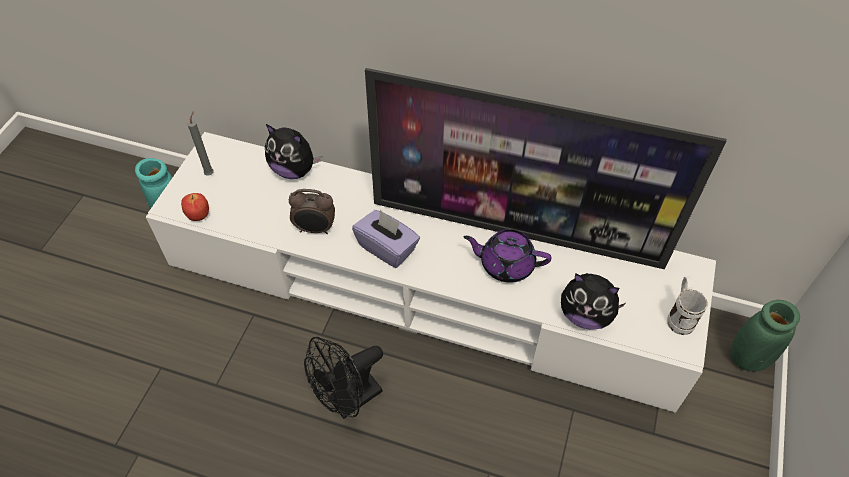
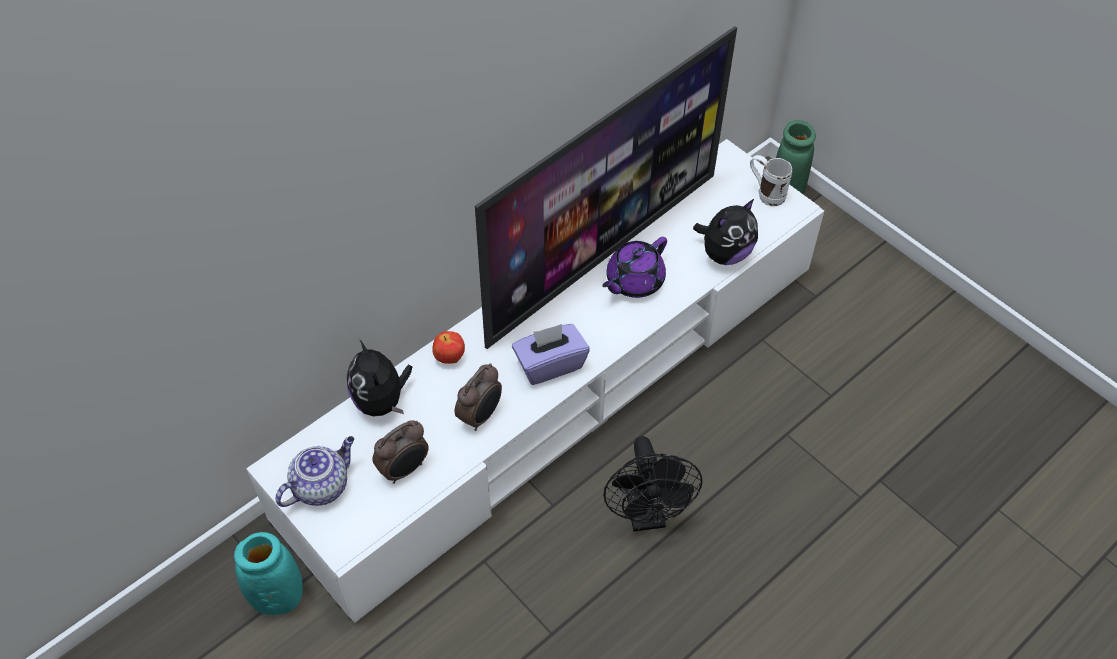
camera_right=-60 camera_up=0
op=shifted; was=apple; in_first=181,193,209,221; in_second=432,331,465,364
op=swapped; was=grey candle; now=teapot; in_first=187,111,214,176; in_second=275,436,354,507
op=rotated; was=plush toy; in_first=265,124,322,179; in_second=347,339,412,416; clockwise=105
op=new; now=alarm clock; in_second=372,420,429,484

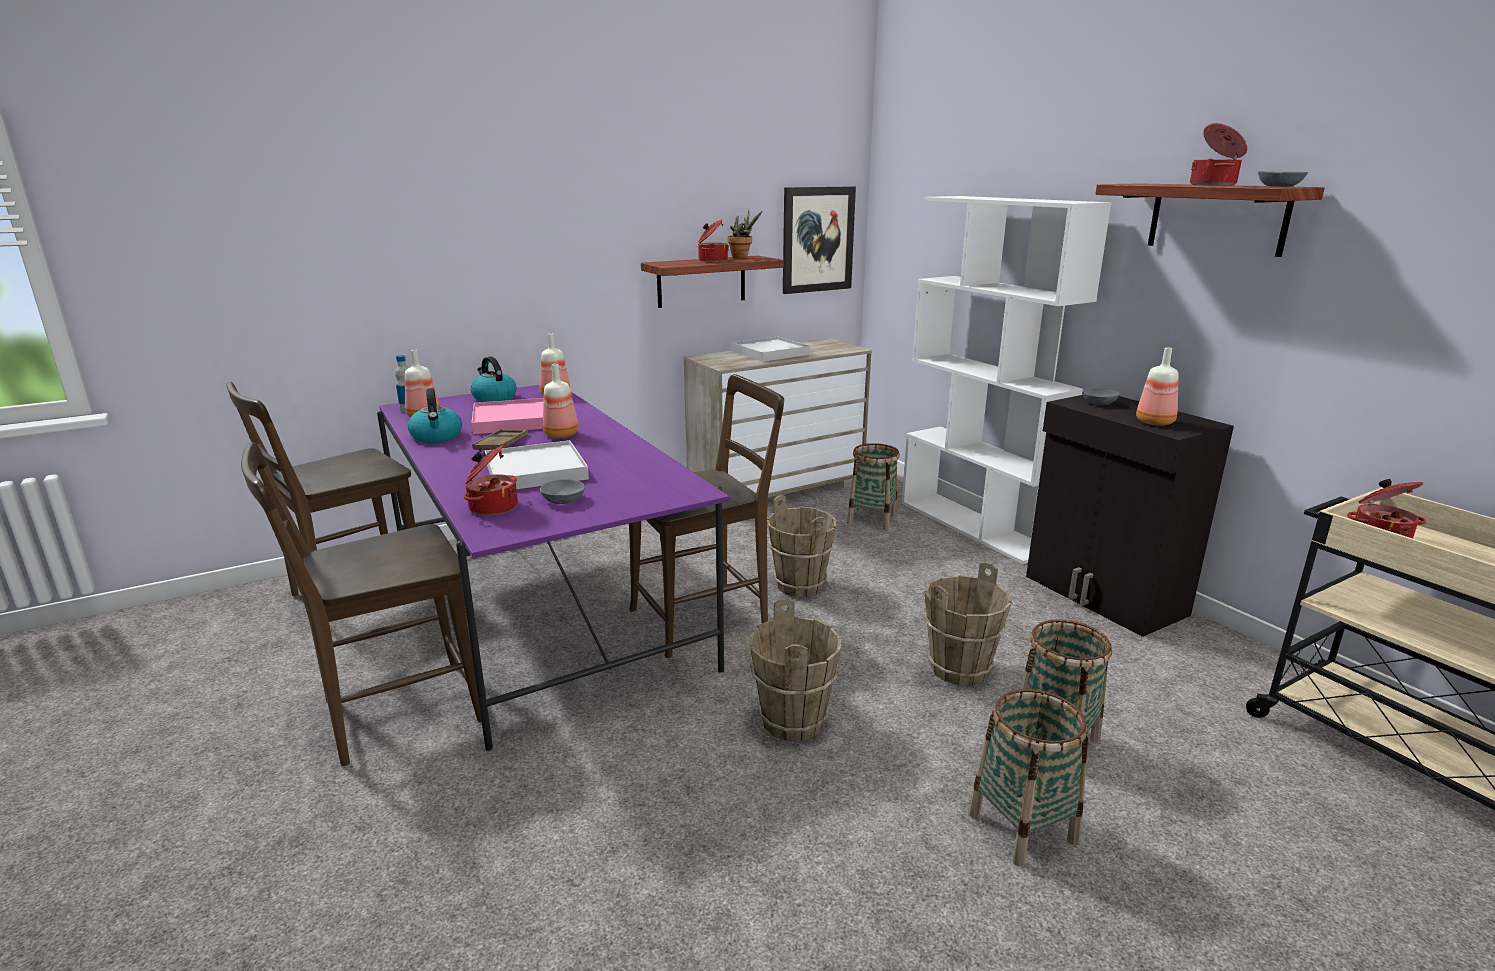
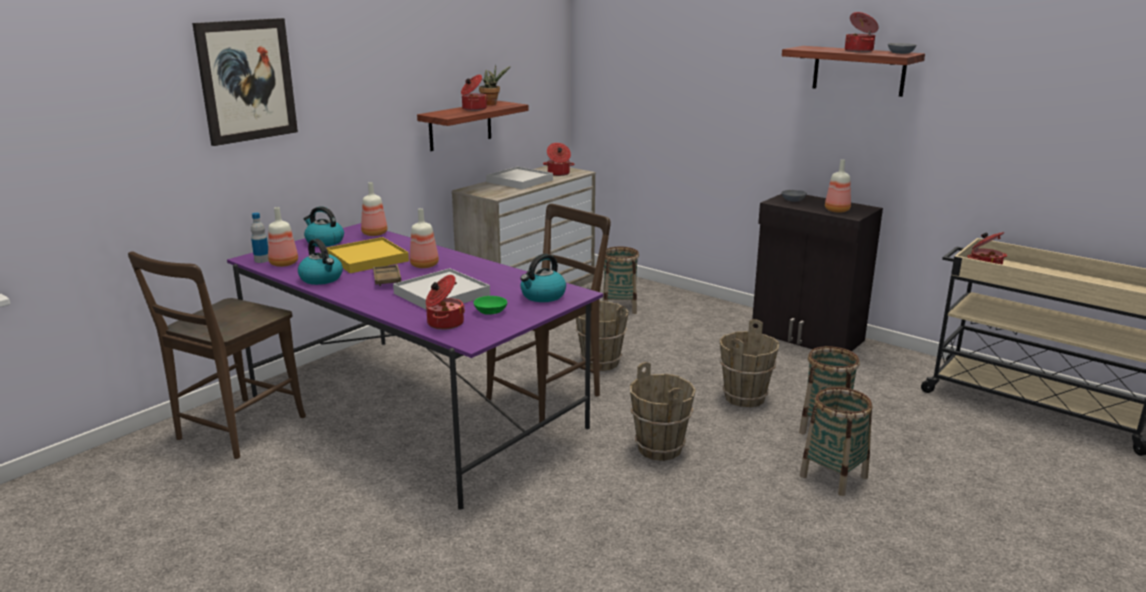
camera_right=-20 camera_up=0
op=gone; was=brown chair; in_first=241,443,482,766
op=repainted; was=pink tray; now=yellow tray; in_first=471,398,544,434; in_second=326,237,409,273
op=repainted; was=grey bowl; now=green bowl; in_first=540,479,585,504; in_second=474,296,507,315
op=shifted; was=picture; in_first=783,186,856,294; in_second=192,18,298,146
op=gone; was=white bookcase; in_first=902,196,1112,564
op=new; now=kettle; in_second=520,254,566,302
op=new; now=cooking pot; in_second=543,143,574,176

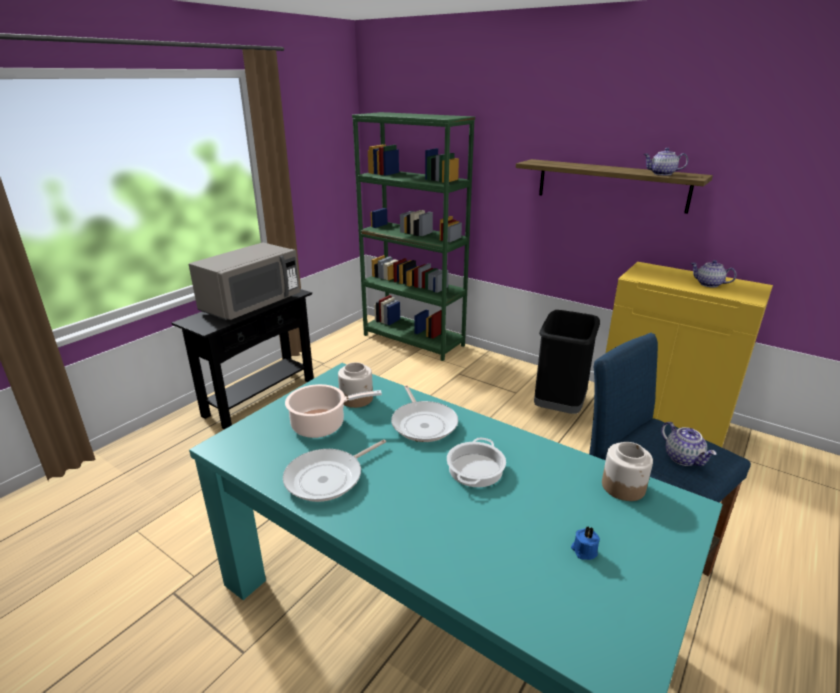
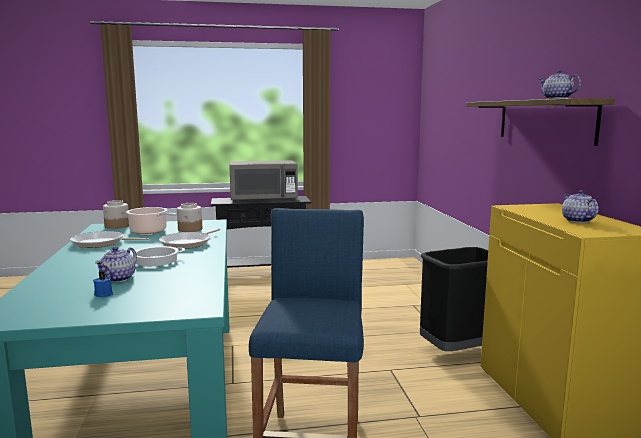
camera_right=45 camera_up=-15
op=gone; was=green bookcase; in_first=352,112,475,361
op=shifted; was=jar; in_first=602,442,653,501; in_second=103,200,129,229
op=shifted; was=teapot; in_first=661,422,717,466; in_second=95,247,137,282

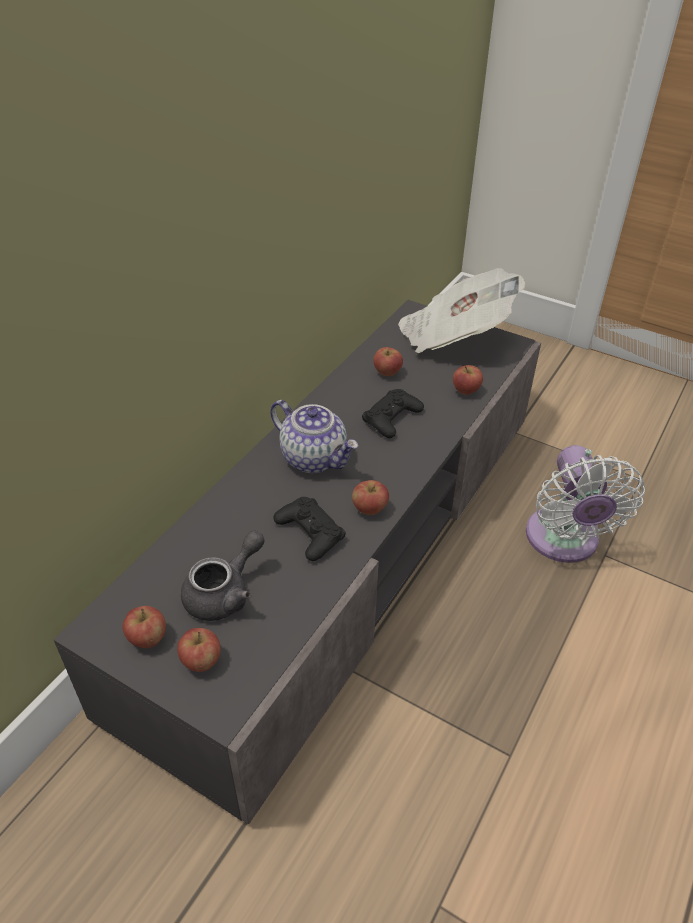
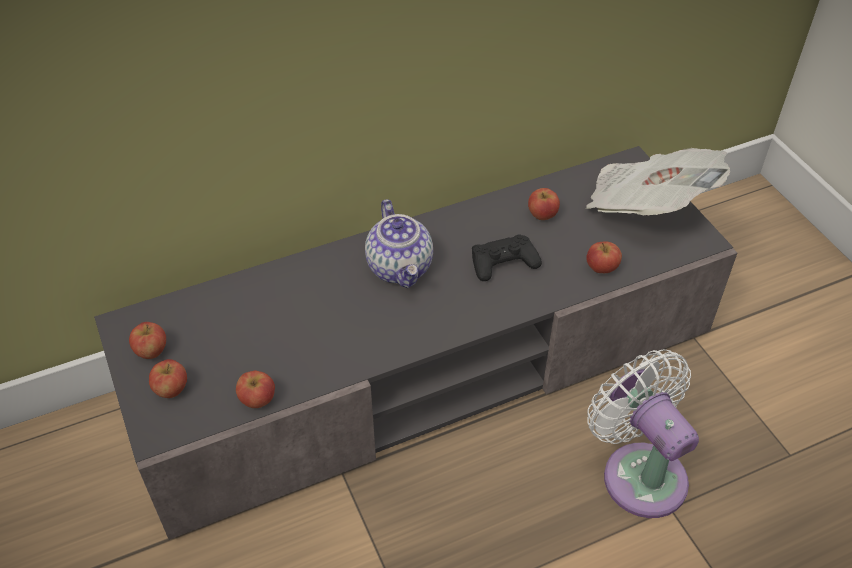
camera_right=35 camera_up=5
op=gone; was=grey teapot; in_first=181,531,265,621
op=gone; was=black game controller; in_first=273,497,346,561
op=shifted; was=apple; in_first=352,480,389,515; in_second=236,371,275,408
op=rotated; was=white fan; in_first=526,445,645,563; in_second=587,349,699,518; clockwise=120

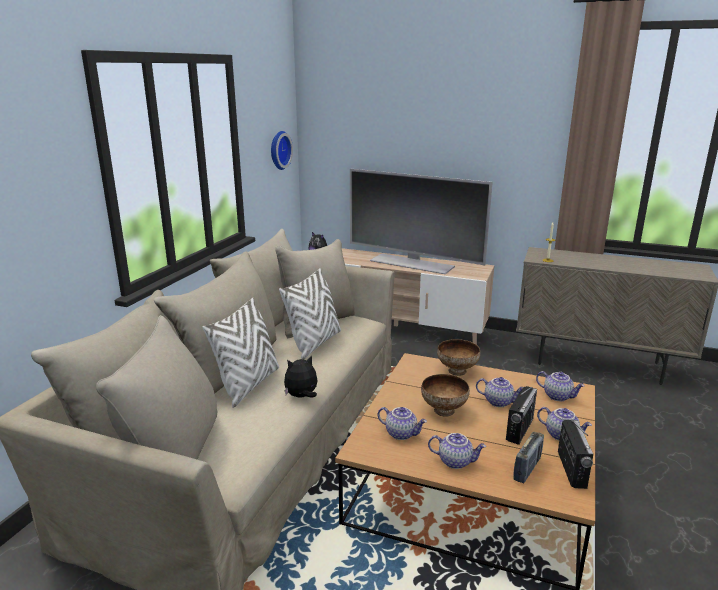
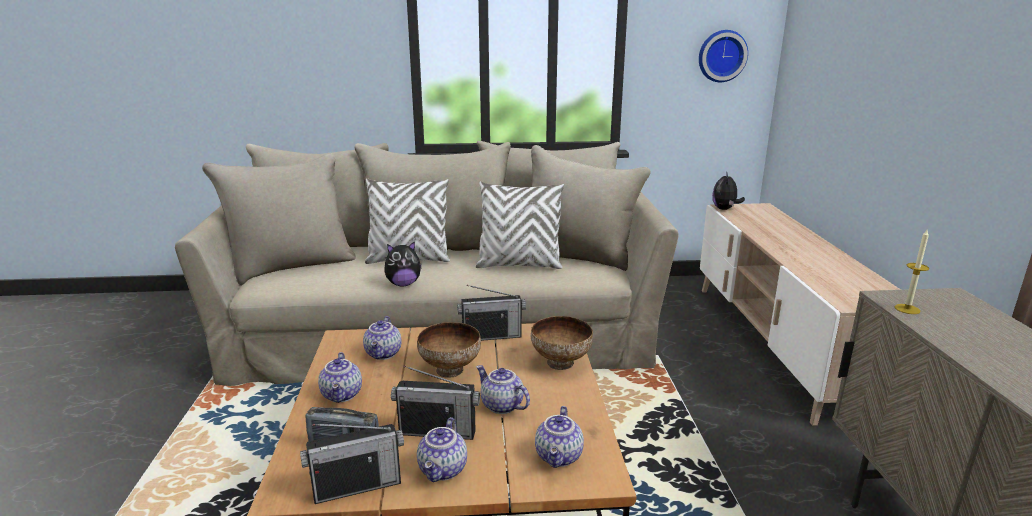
camera_right=65 camera_up=0
op=rotated; was=plush toy; in_first=284,355,317,398; in_second=384,241,422,286; clockwise=120
op=gone; was=television; in_first=350,169,493,274
op=rotated; was=teapot; in_first=476,377,523,407; in_second=476,365,530,414; clockwise=135
op=new; now=radio; in_second=457,285,526,341

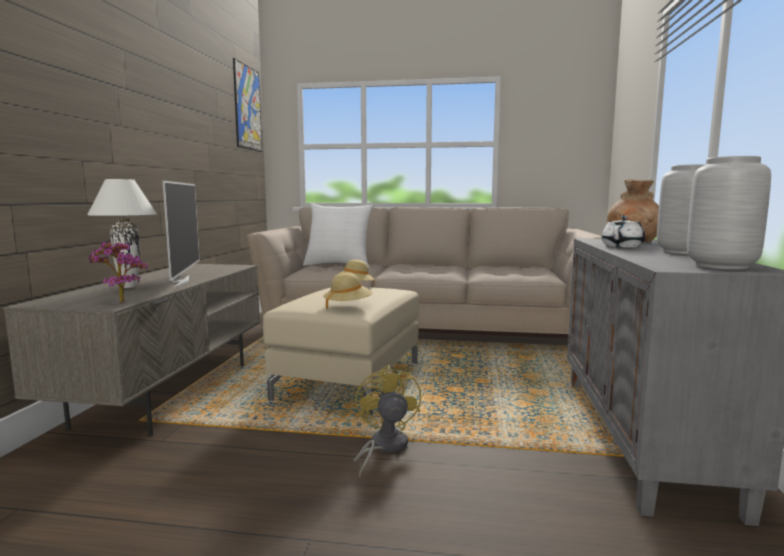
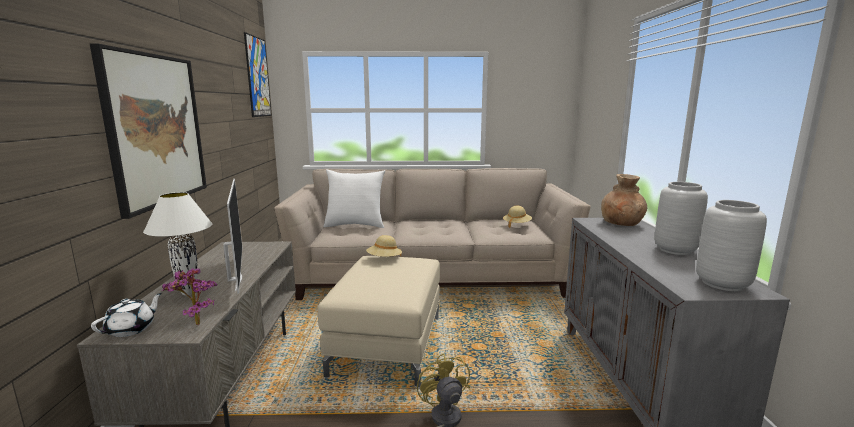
camera_right=-10 camera_up=5
op=shifted; was=beige hat; in_first=323,273,373,309; in_second=503,206,532,228
op=shifted; was=white teapot; in_first=601,215,645,248; in_second=91,293,162,337
op=new; now=picture; in_second=90,43,207,219

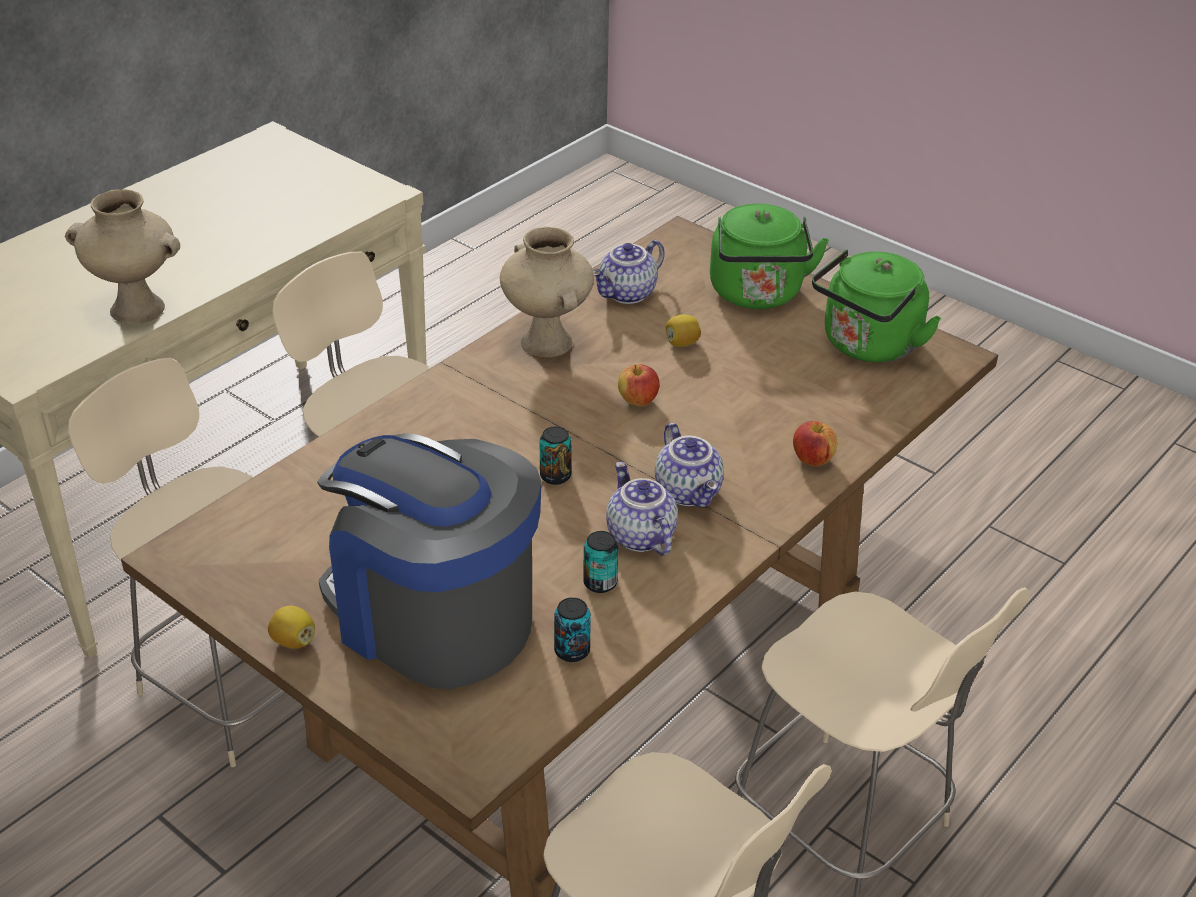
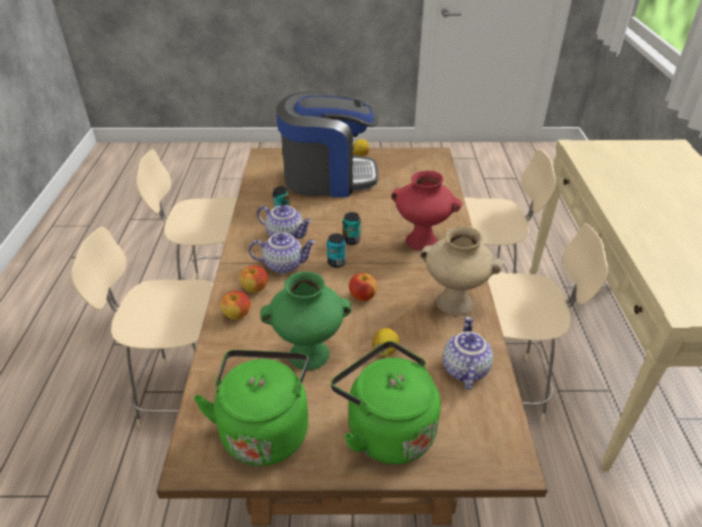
camera_right=140 camera_up=0
op=gone; was=beige vase; in_first=65,189,180,324
op=shifted; was=can; in_first=554,597,591,662; in_second=327,233,346,268
op=rotated; was=teapot; in_first=655,423,724,508; in_second=249,233,316,274; clockwise=150
op=new; now=apple; in_second=239,265,268,292
op=new; now=green vase; in_second=260,272,351,370
op=new; now=red vase; in_second=391,171,462,251

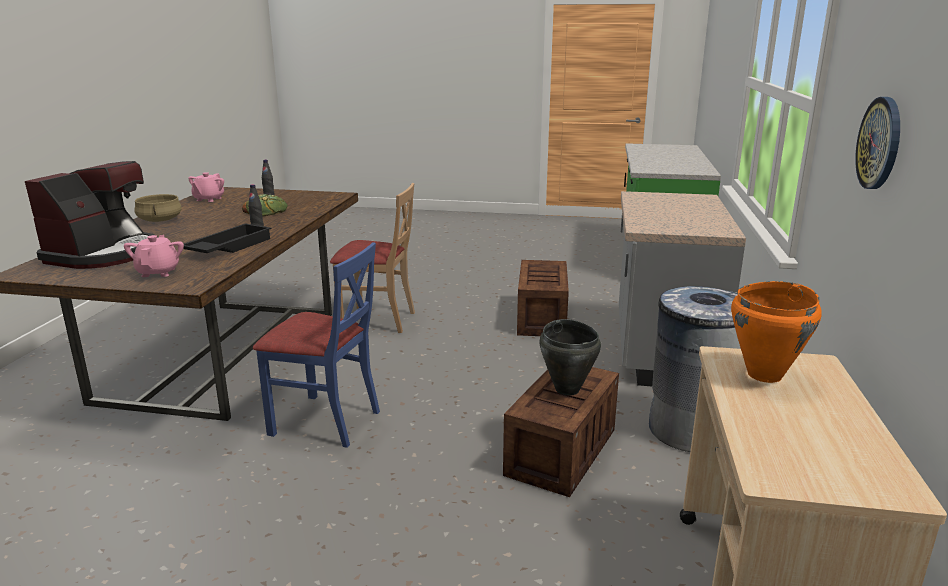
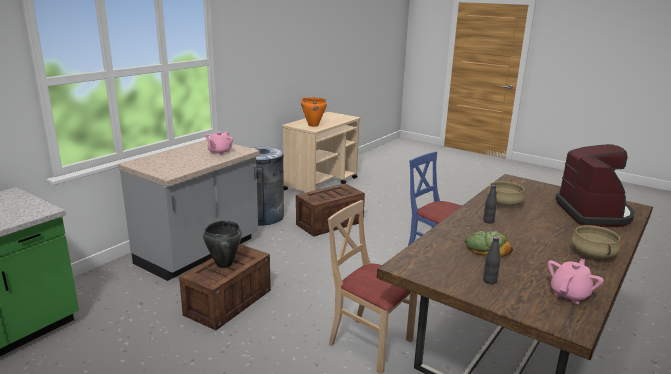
camera_right=-155 camera_up=0
op=rotated; was=coffee machine; in_first=25,161,158,269; in_second=555,144,634,227; clockwise=135
op=shifted; was=pink teapot; in_first=124,235,184,277; in_second=205,132,233,155
op=swapped; was=black tray; now=beige cooking pot; in_first=183,224,272,253; in_second=487,181,525,206
op=shifted; was=black cooking pot; in_first=540,319,601,396; in_second=203,220,242,268
op=gone; was=wall clock; in_first=855,97,900,189

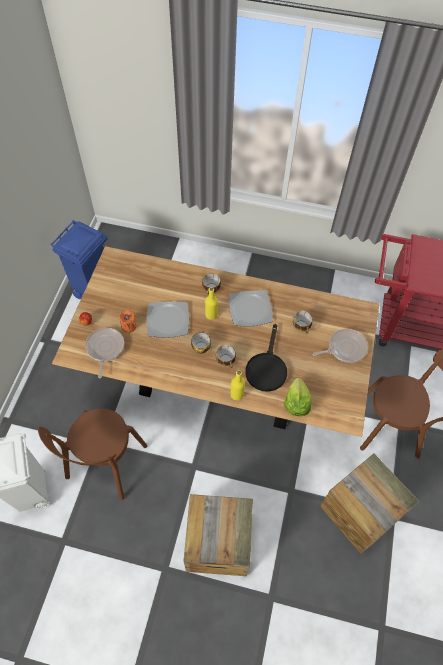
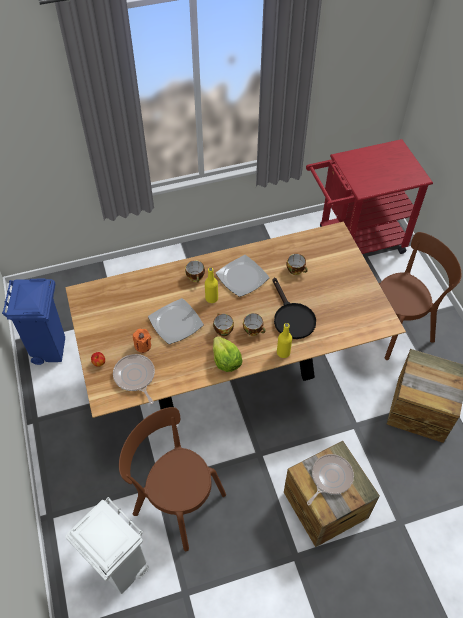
camera_right=-30 camera_up=-5
op=rotated; was=brown chair; in_first=38,408,147,500; in_second=119,407,226,551; clockwise=135
op=shifted; was=lettuce; in_first=284,378,311,416; in_second=213,336,242,372
op=shifted; was=frying pan; in_first=313,329,368,363; in_second=307,454,354,505

